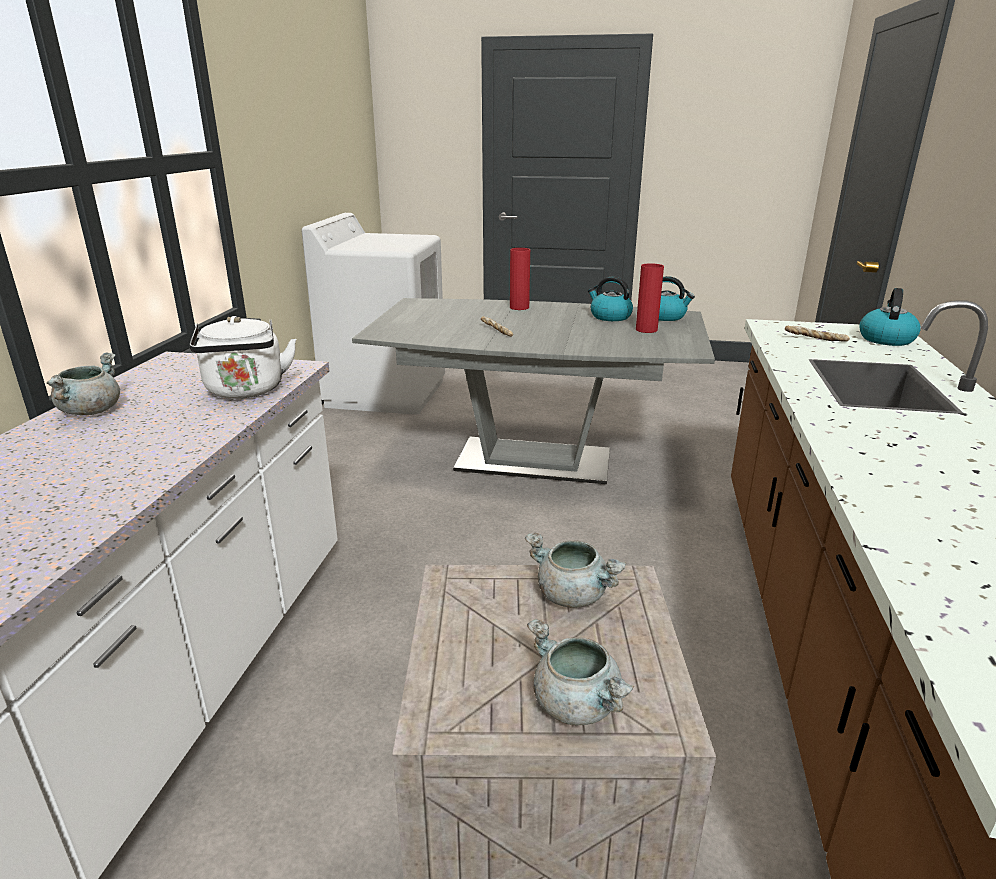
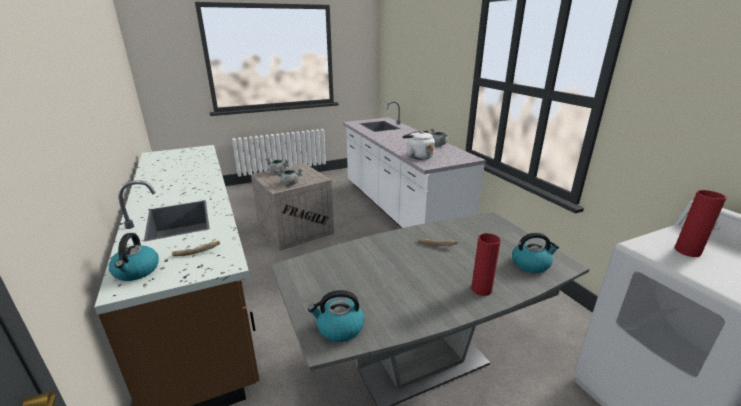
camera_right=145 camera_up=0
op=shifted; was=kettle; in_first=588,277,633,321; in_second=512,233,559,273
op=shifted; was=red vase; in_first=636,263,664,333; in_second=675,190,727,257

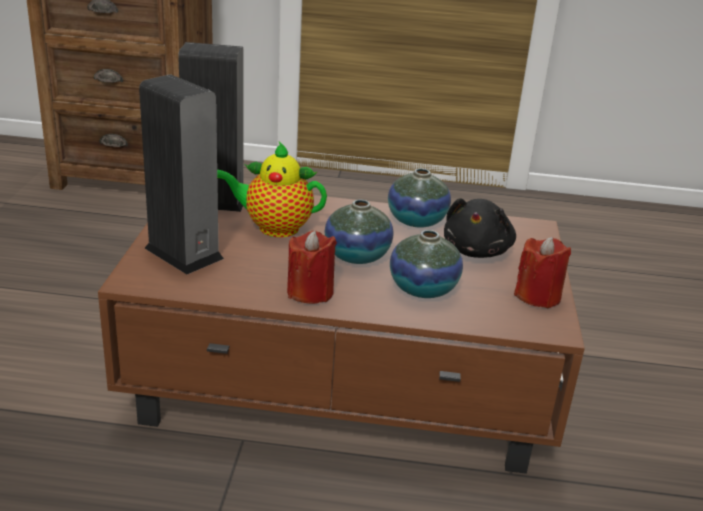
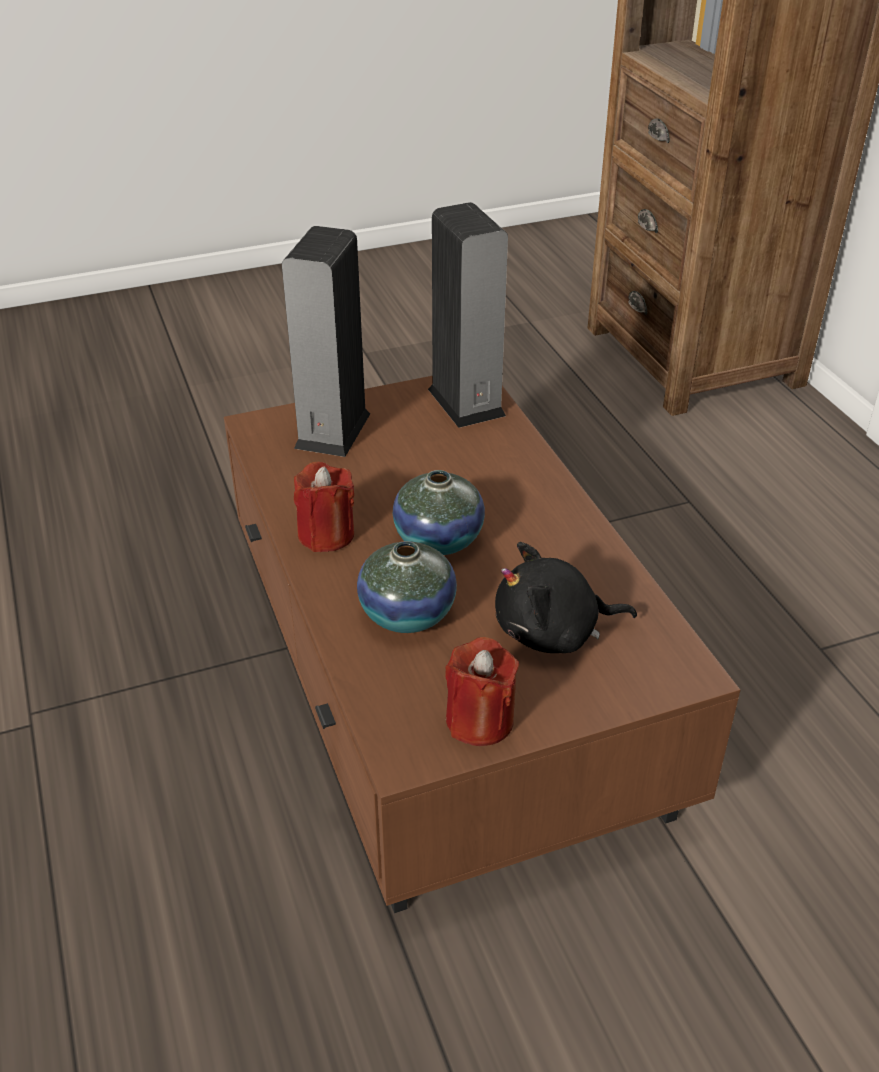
camera_right=65 camera_up=10
op=gone; was=teapot; in_first=217,142,327,237
op=gone; was=vase; in_first=388,168,451,228

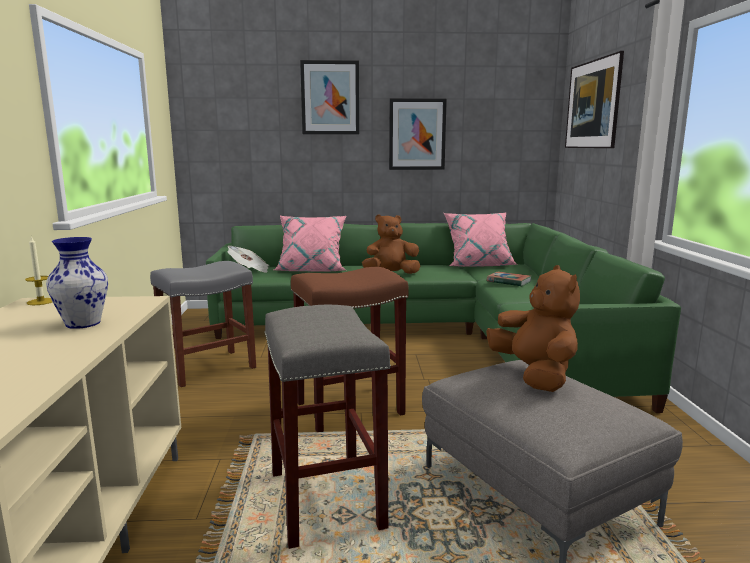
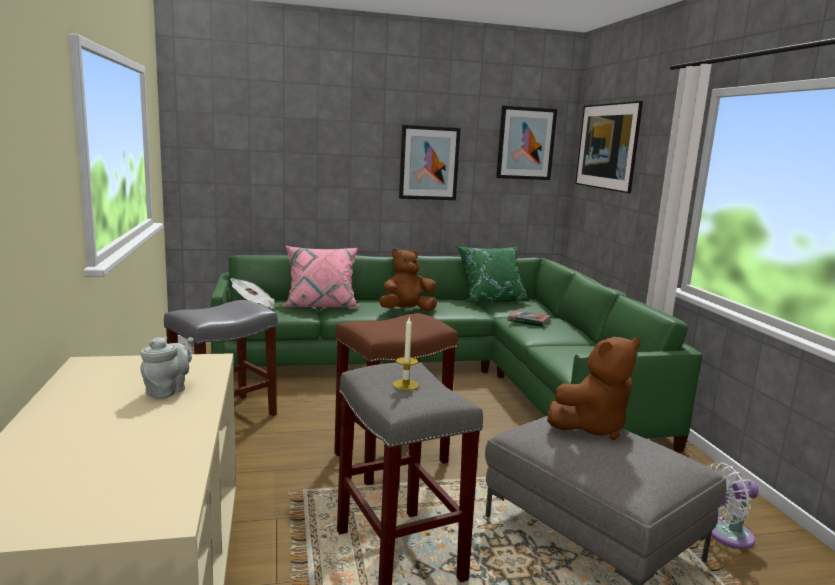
camera_right=-10 camera_up=0
op=shifted; was=candle; in_first=25,237,52,305; in_second=393,318,419,390
op=swapped; was=vase; now=grey teapot; in_first=46,237,108,329; in_second=140,336,194,399
op=shifted; was=picture; in_first=300,60,359,134; in_second=496,106,557,180
op=repainted; was=pink pillow; now=green pillow; in_first=444,213,518,267; in_second=456,246,531,302
op=rotated; was=brown plush toy; in_first=486,265,580,392; in_second=547,337,641,440; clockwise=90
op=new; now=white fan; in_second=707,462,759,549

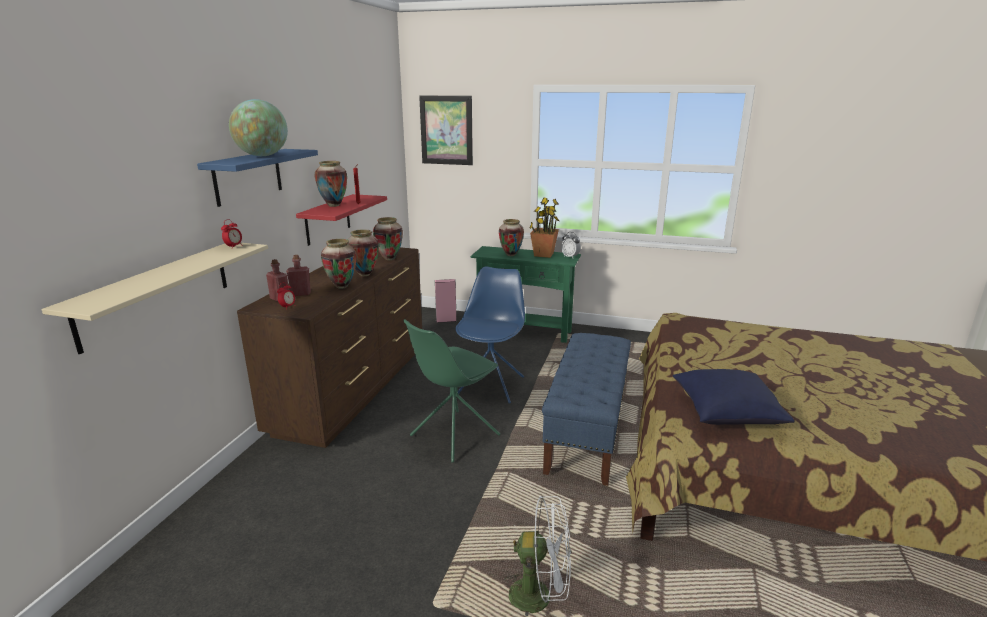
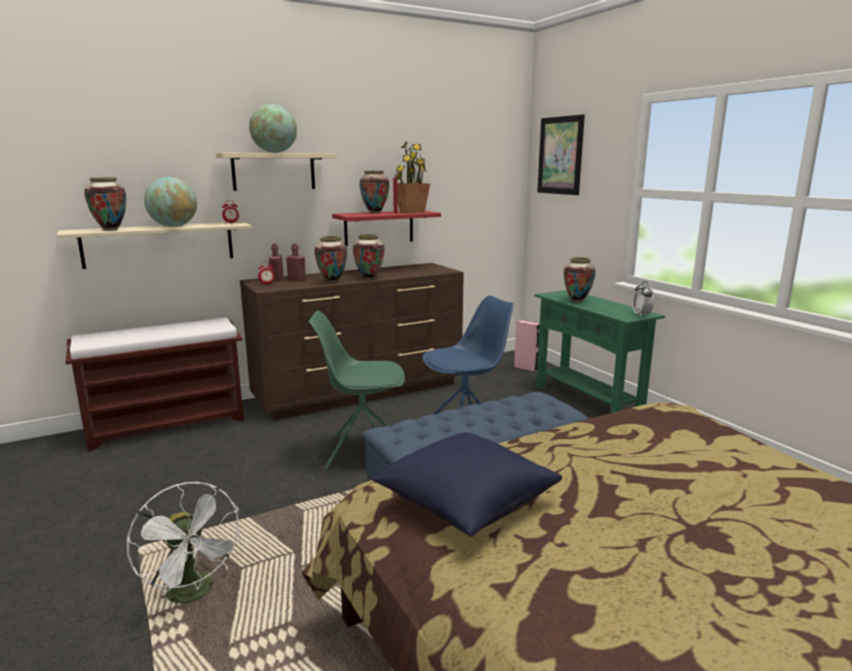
camera_right=45 camera_up=-5
op=repainted; was=blue shelf; now=beige shelf; in_first=197,149,318,207; in_second=216,153,337,191
op=shifted; was=vase; in_first=373,217,403,260; in_second=85,177,126,231
op=shifted; was=potted plant; in_first=530,198,559,258; in_second=396,142,430,213
op=new; now=brown bench; in_second=66,317,244,451
op=new; now=globe; in_second=144,177,197,227

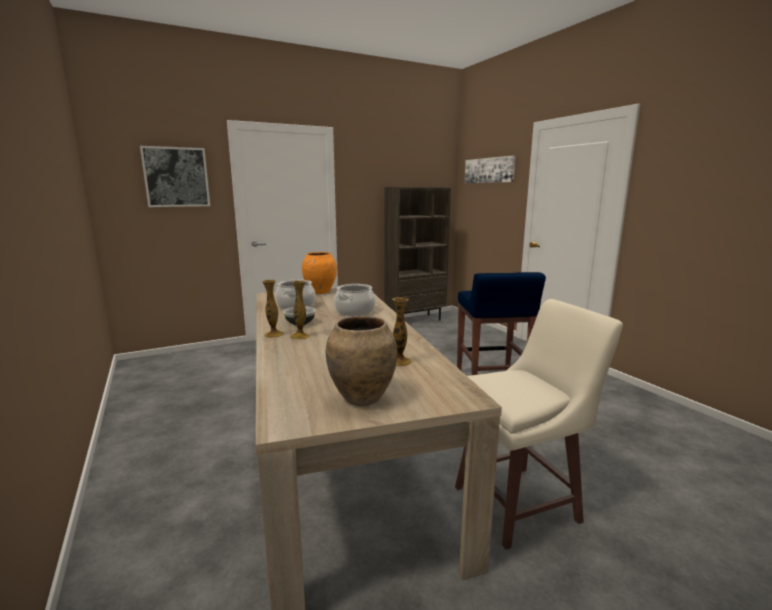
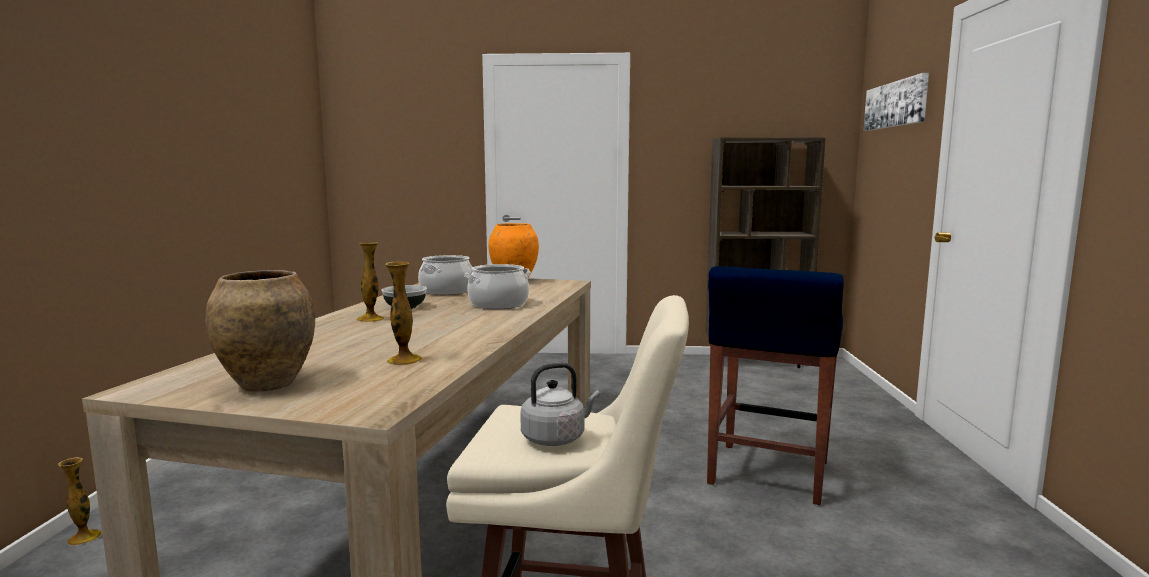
camera_right=30 camera_up=-5
op=gone; was=picture; in_first=140,146,210,207
op=shifted; was=vase; in_first=262,280,284,338; in_second=58,457,102,546
op=new; now=grey kettle; in_second=520,363,600,446

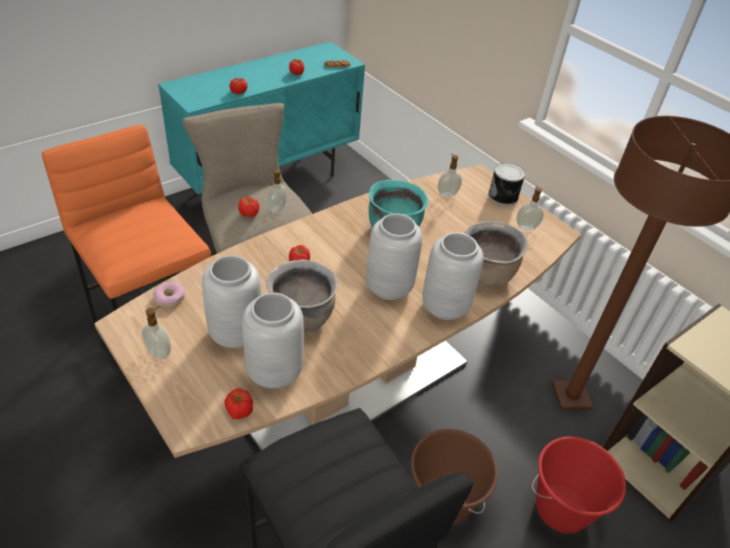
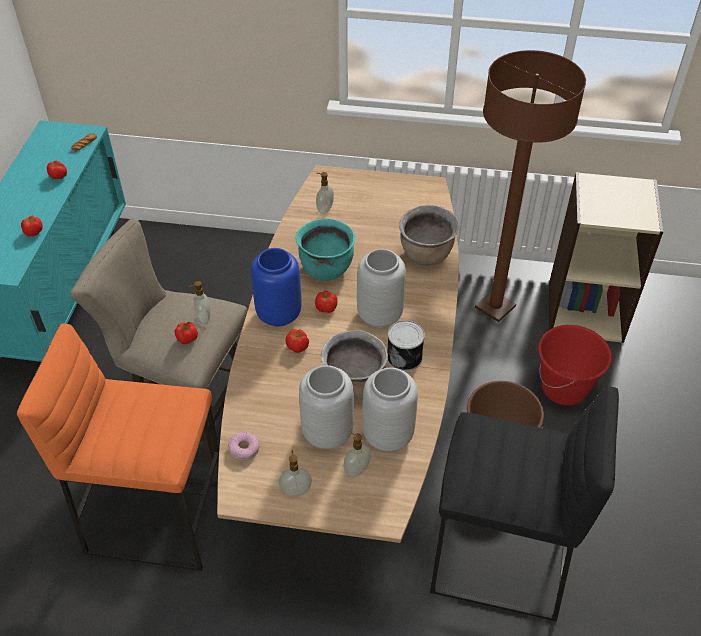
camera_right=-40 camera_up=5
op=shifted; was=tomato; in_first=224,388,253,420; in_second=315,291,338,313
op=gone; was=grey vase; in_first=422,233,484,320
op=shifted; was=can; in_first=488,162,526,206; in_second=387,320,425,371
op=shifted; was=soap dispenser; in_first=516,186,544,230; in_second=344,431,371,477
op=new; now=blue vase; in_second=251,248,301,327

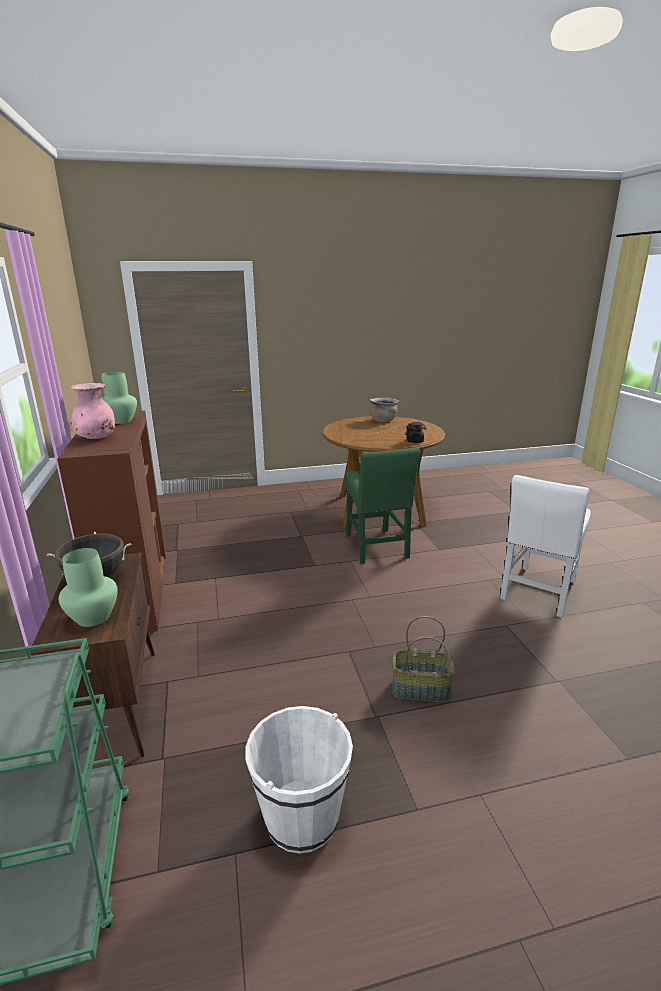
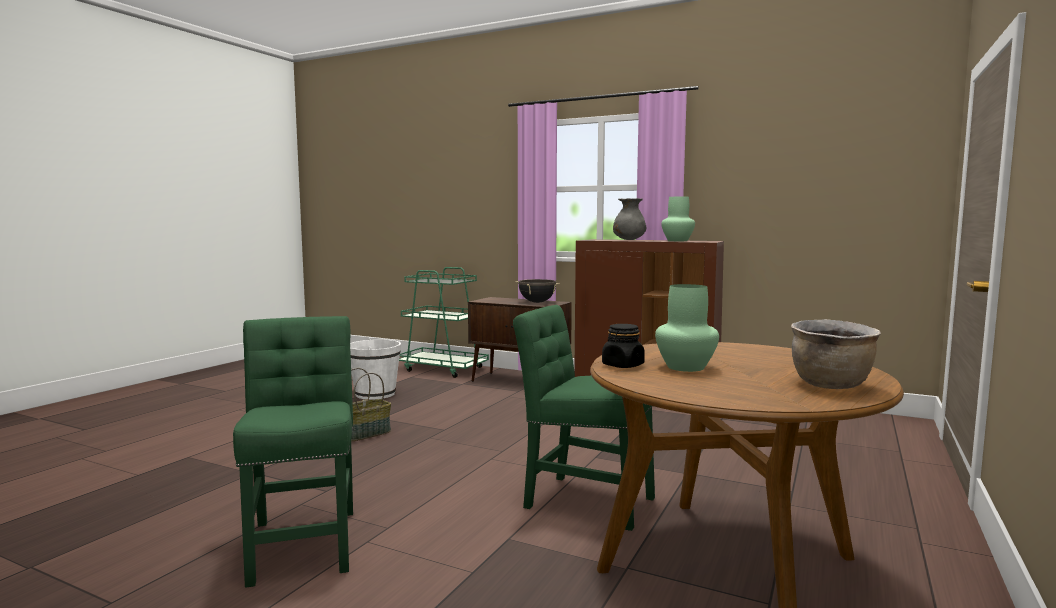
camera_right=130 camera_up=-15
op=shifted; was=green vase; in_first=59,548,118,627; in_second=655,284,719,372
op=repainted; was=pink vase; now=grey vase; in_first=70,383,115,439; in_second=613,198,646,240
op=repainted; was=white chair; now=green chair; in_first=500,475,591,618; in_second=233,316,353,588

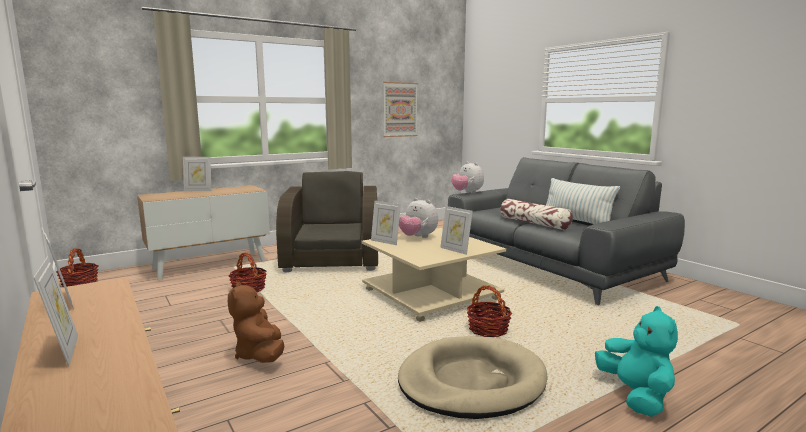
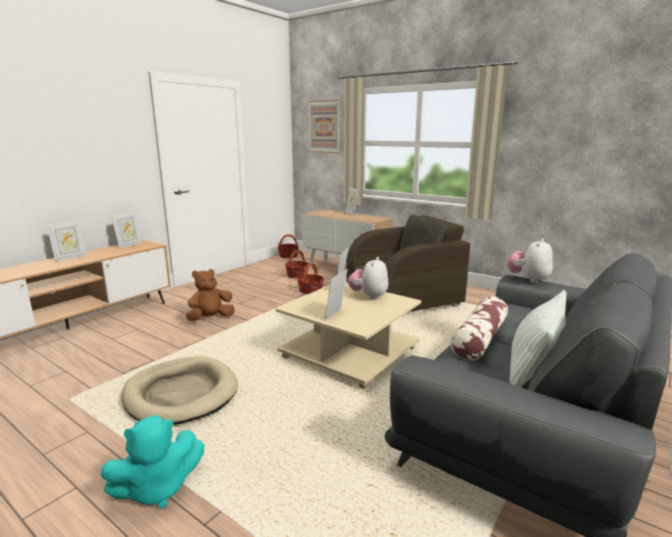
camera_right=70 camera_up=5
op=shifted; was=picture; in_first=383,82,418,137; in_second=308,100,339,153
op=shifted; was=basket; in_first=467,285,512,337; in_second=285,250,309,278

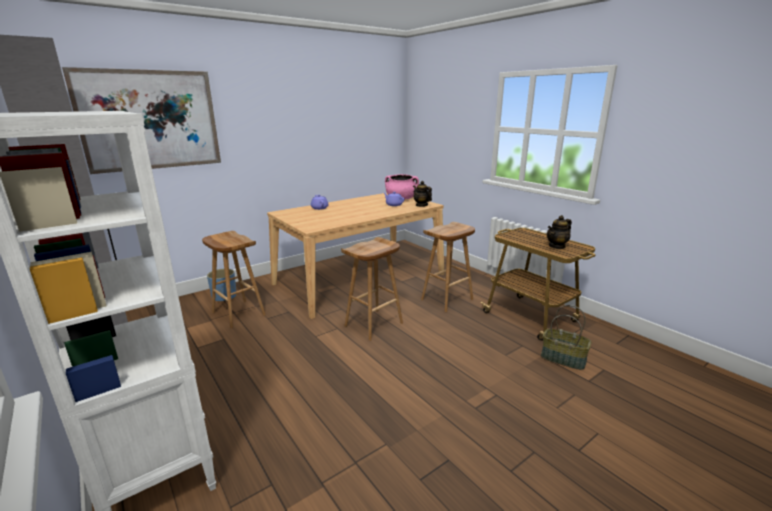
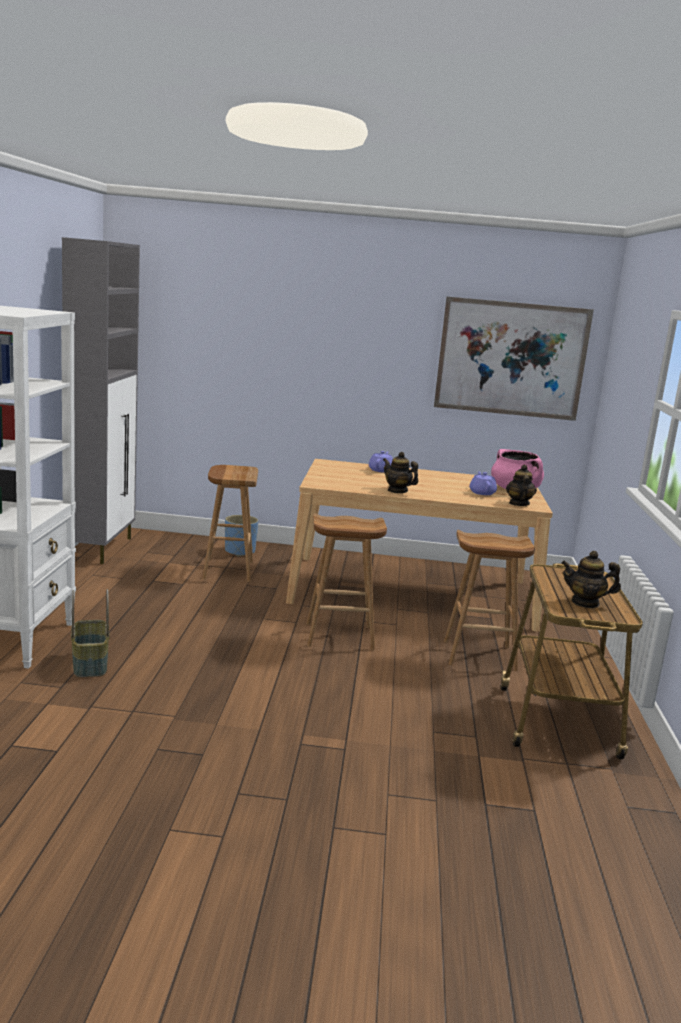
camera_right=40 camera_up=-5
op=shifted; was=picture; in_first=62,67,221,174; in_second=434,297,594,421
op=shifted; was=basket; in_first=541,305,592,370; in_second=71,589,110,677
op=new; now=teapot; in_second=383,452,418,493

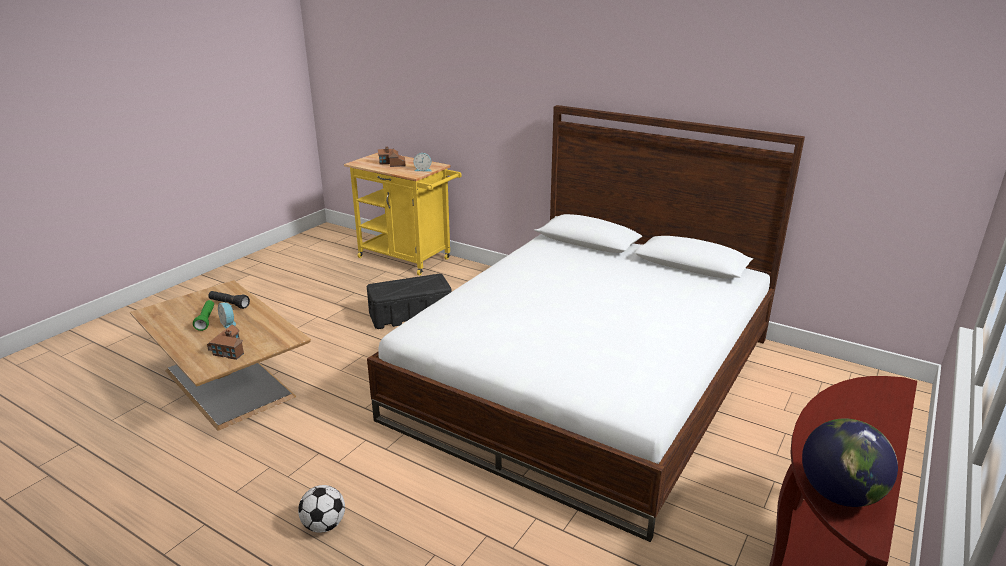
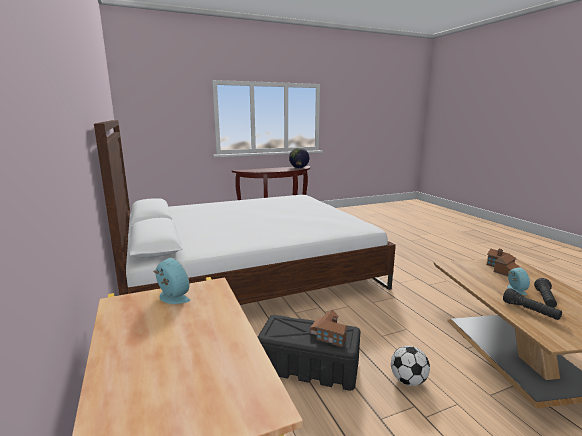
camera_right=-145 camera_up=-10
op=repainted; was=green flashlight; now=black flashlight; in_first=193,300,214,331; in_second=534,278,557,308
op=shifted; was=football; in_first=298,485,345,533; in_second=391,346,430,386
op=shifted; was=toy house; in_first=378,146,406,167; in_second=310,310,348,347

